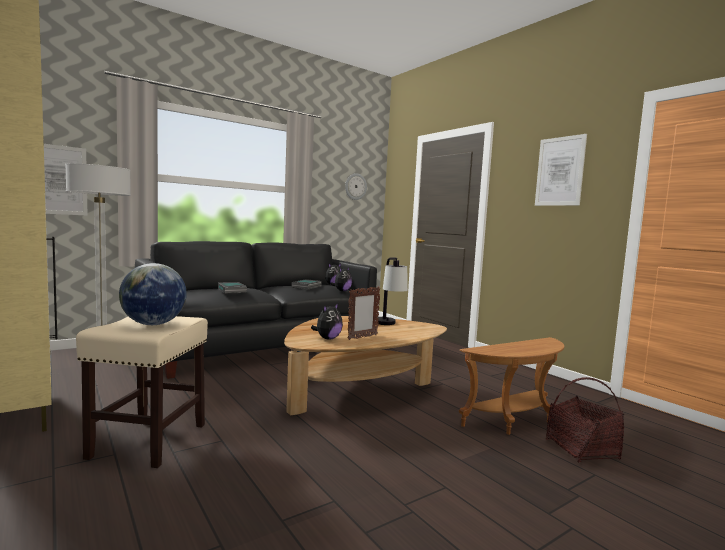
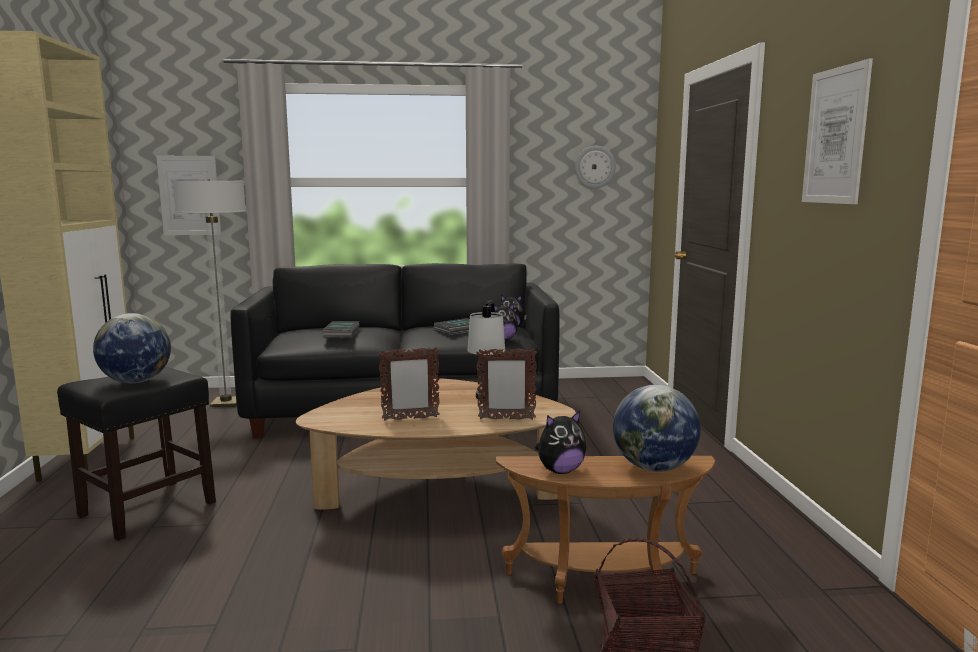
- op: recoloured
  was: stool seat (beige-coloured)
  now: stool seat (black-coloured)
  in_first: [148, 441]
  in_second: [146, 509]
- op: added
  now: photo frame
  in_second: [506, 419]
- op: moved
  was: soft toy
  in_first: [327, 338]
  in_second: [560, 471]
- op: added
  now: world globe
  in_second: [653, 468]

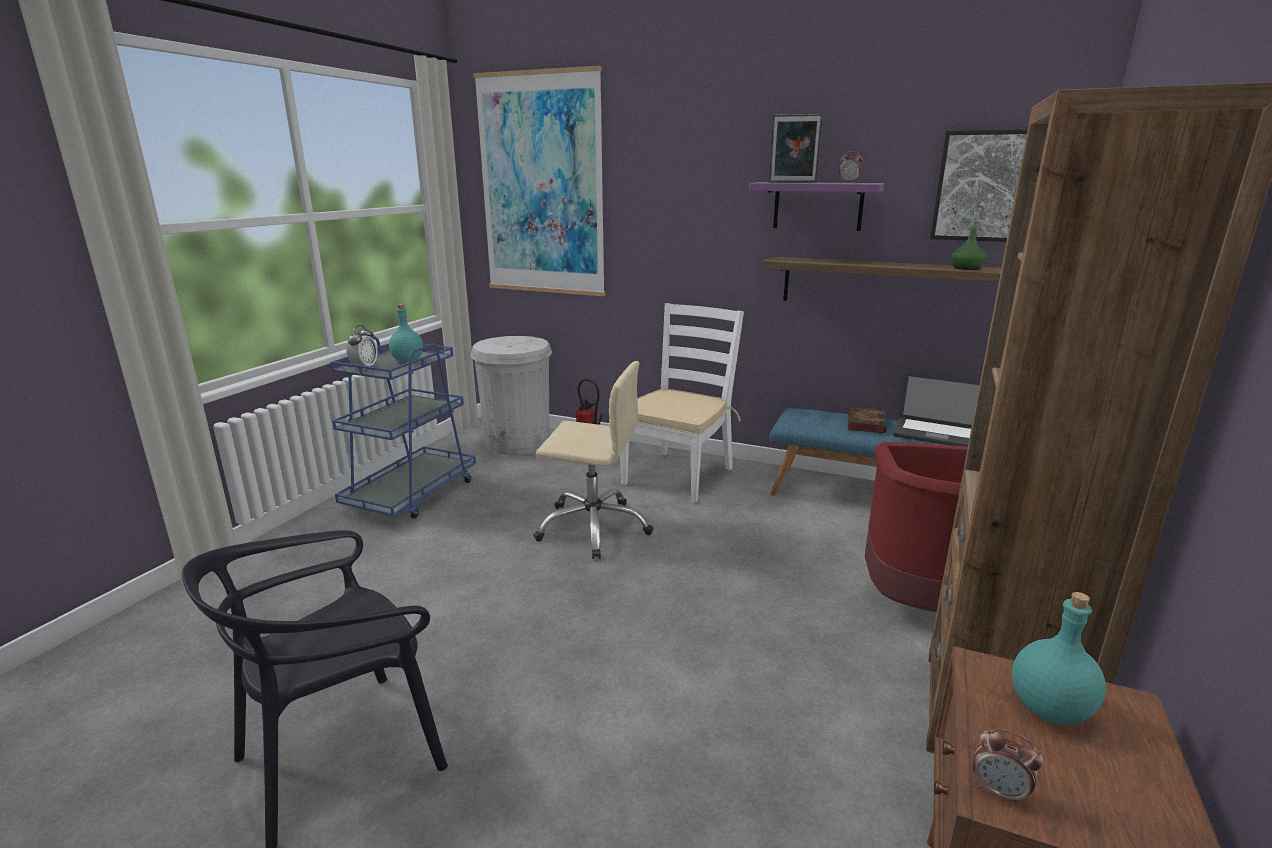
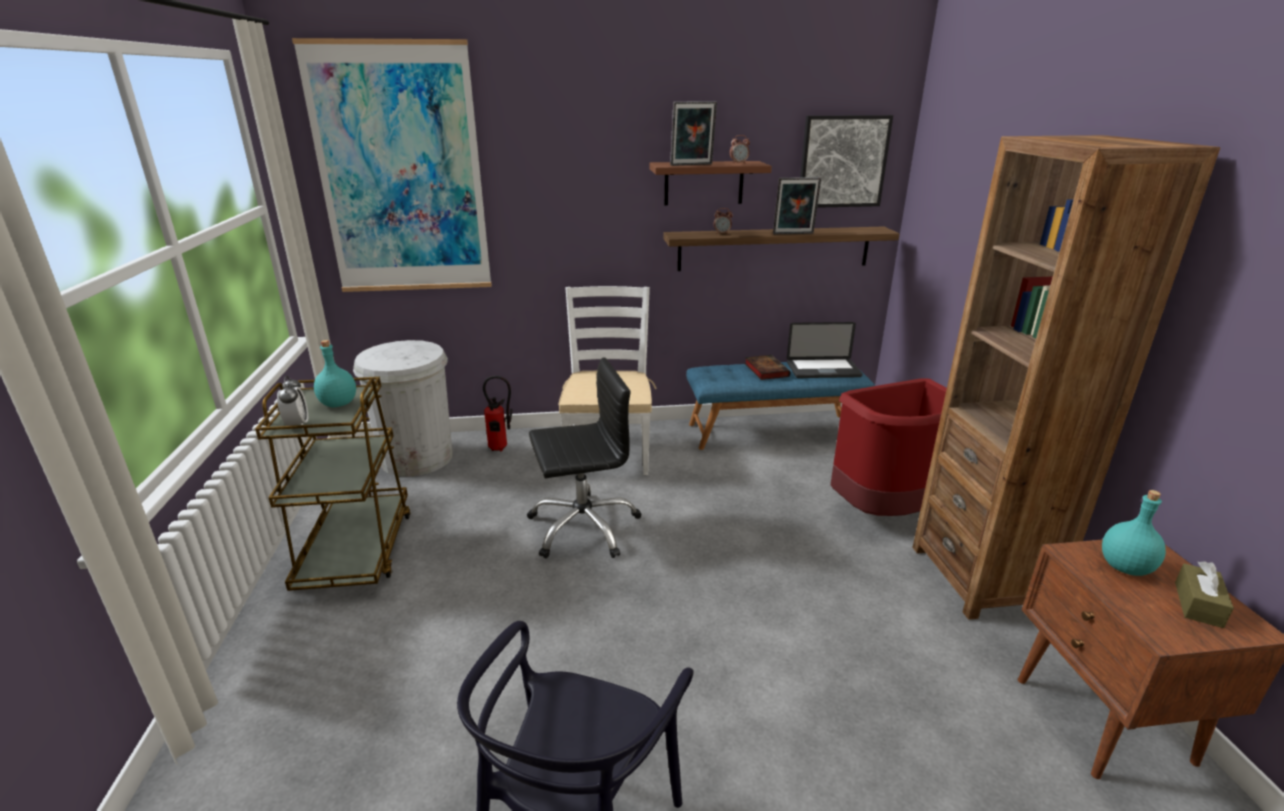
- op: recoloured
  was: cart (blue)
  now: cart (brown-coloured)
  in_first: [412, 494]
  in_second: [357, 551]
- op: recoloured
  was: desk chair (beige-coloured)
  now: desk chair (black-coloured)
  in_first: [593, 527]
  in_second: [583, 526]
- op: recoloured
  was: bracket shelf (purple)
  now: bracket shelf (brown-coloured)
  in_first: [818, 206]
  in_second: [703, 183]
- op: moved
  was: table clock
  in_first: [999, 792]
  in_second: [722, 234]
- op: added
  now: photo frame
  in_second: [793, 234]
- op: added
  now: tissue box (brown-coloured)
  in_second: [1198, 604]
- op: removed
  was: beverage bottle (green)
  in_first: [966, 268]

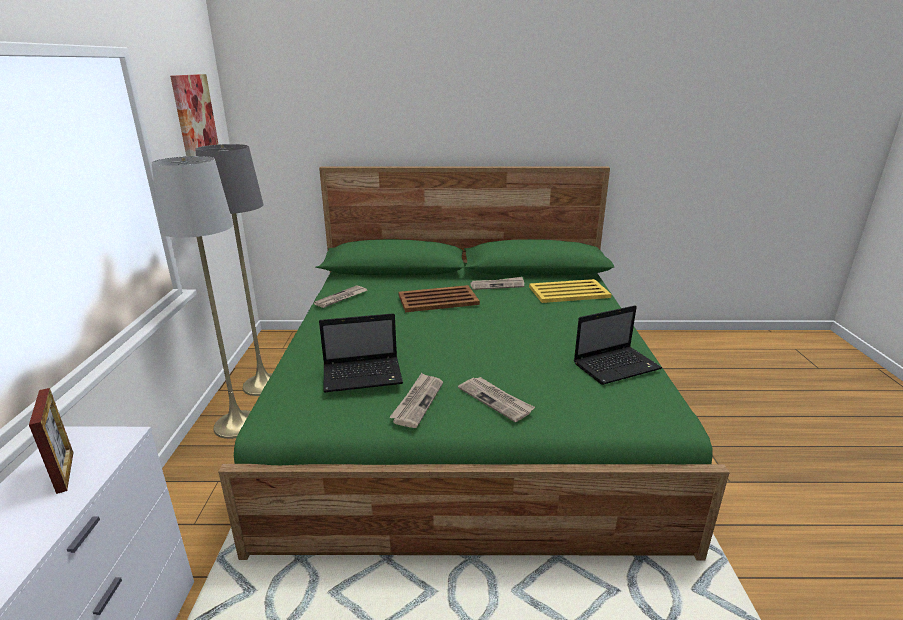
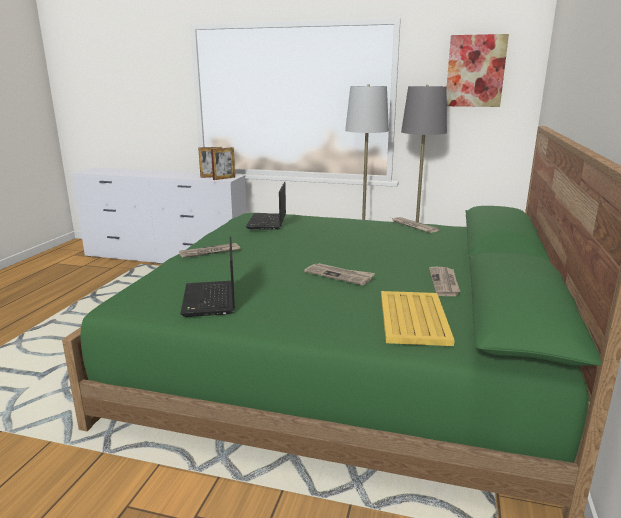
- op: added
  now: photo frame
  in_second: [224, 178]
- op: moved
  was: newspaper
  in_first: [417, 401]
  in_second: [339, 275]
- op: removed
  was: tray (brown-coloured)
  in_first: [437, 300]

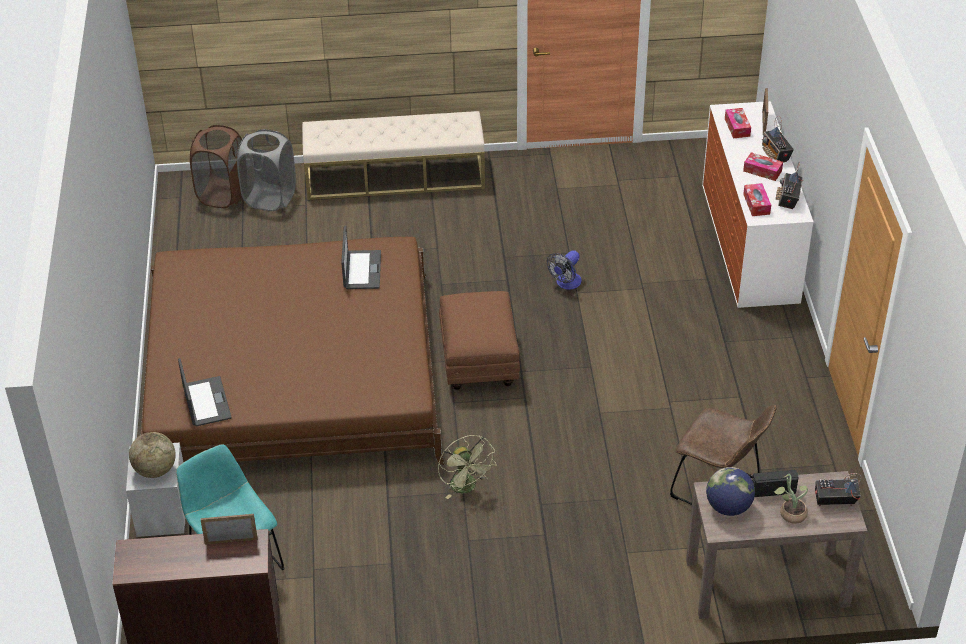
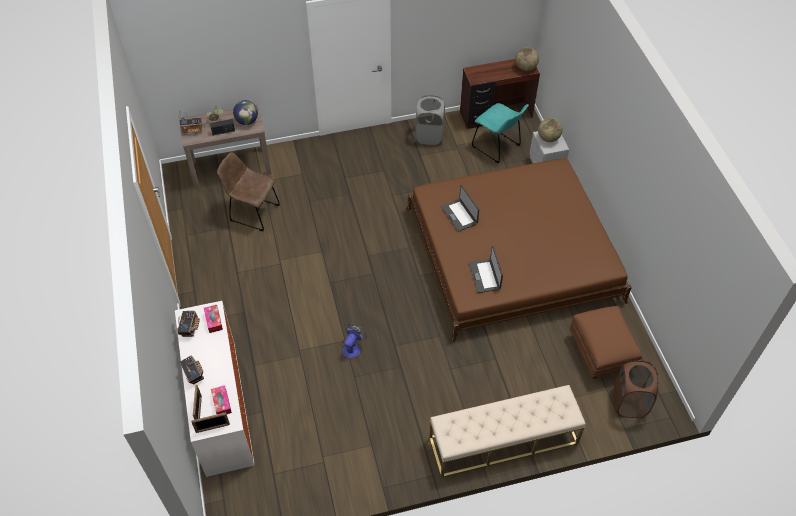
- op: moved
  was: photo frame
  in_first: [231, 541]
  in_second: [212, 428]
- op: moved
  was: laundry basket (grey)
  in_first: [269, 198]
  in_second: [429, 136]
- op: moved
  was: portable computer
  in_first: [206, 402]
  in_second: [459, 215]
- op: added
  now: world globe
  in_second: [525, 68]
- op: moved
  was: pouffe (brown-coloured)
  in_first: [479, 361]
  in_second: [601, 354]
- op: removed
  was: cooling fan (green)
  in_first: [467, 488]
- op: removed
  was: tissue box
  in_first: [762, 171]

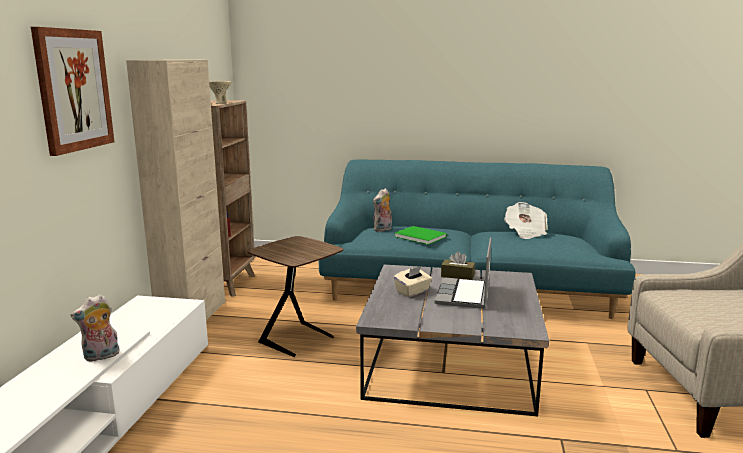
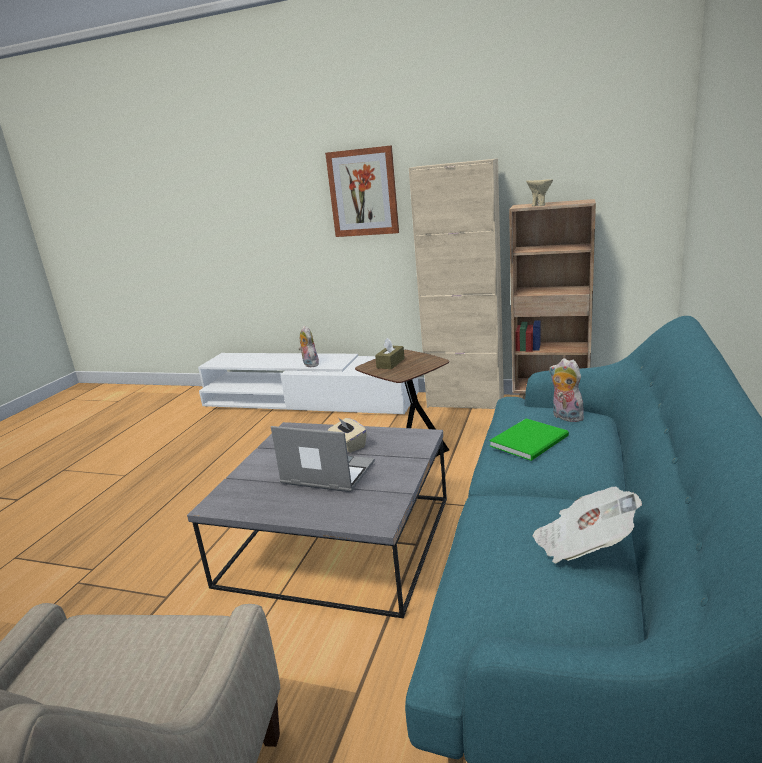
- op: moved
  was: tissue box (brown-coloured)
  in_first: [457, 276]
  in_second: [390, 363]

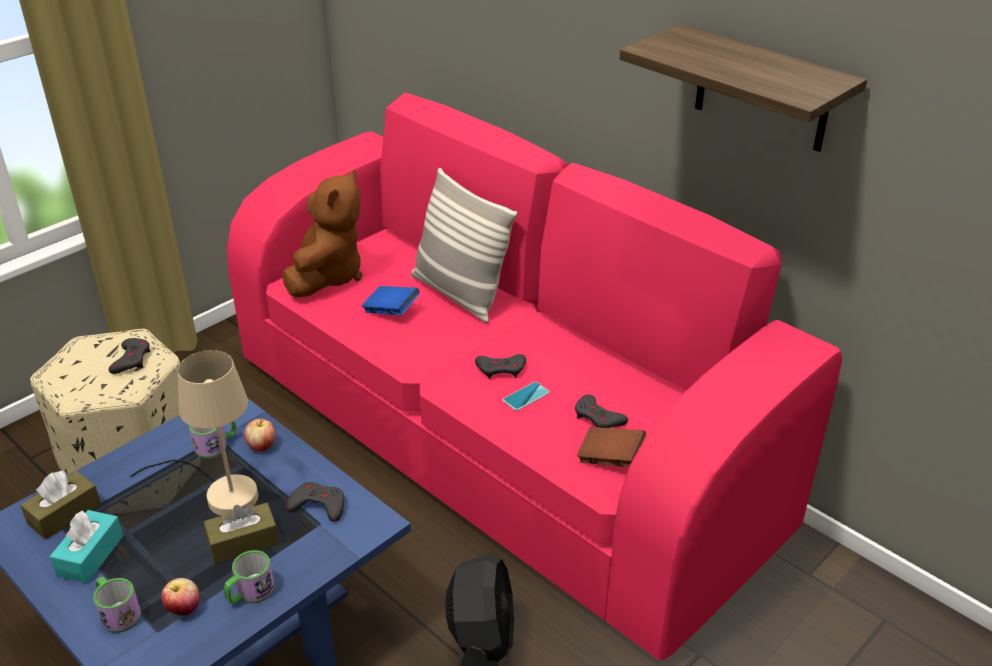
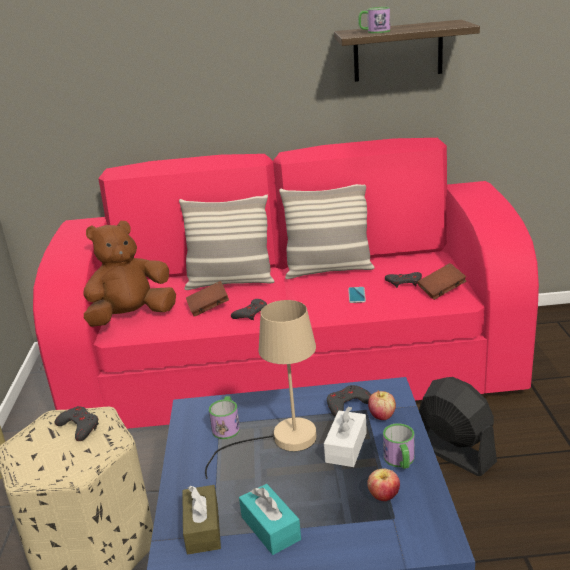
- op: turned
  was: soft toy (brown-coloured)
  in_first: [327, 276]
  in_second: [131, 317]
  clockwise: -90
- op: recoloured
  was: book (blue)
  now: book (brown-coloured)
  in_first: [391, 311]
  in_second: [208, 308]
- op: moved
  was: joypad (grey)
  in_first: [501, 369]
  in_second: [251, 313]
- op: added
  now: cushion
  in_second: [328, 270]
- op: recoloured
  was: tissue box (brown-coloured)
  now: tissue box (white)
  in_first: [243, 542]
  in_second: [346, 447]
- op: moved
  was: mug
  in_first: [117, 613]
  in_second: [374, 32]
- op: moved
  was: apple
  in_first: [262, 446]
  in_second: [382, 416]

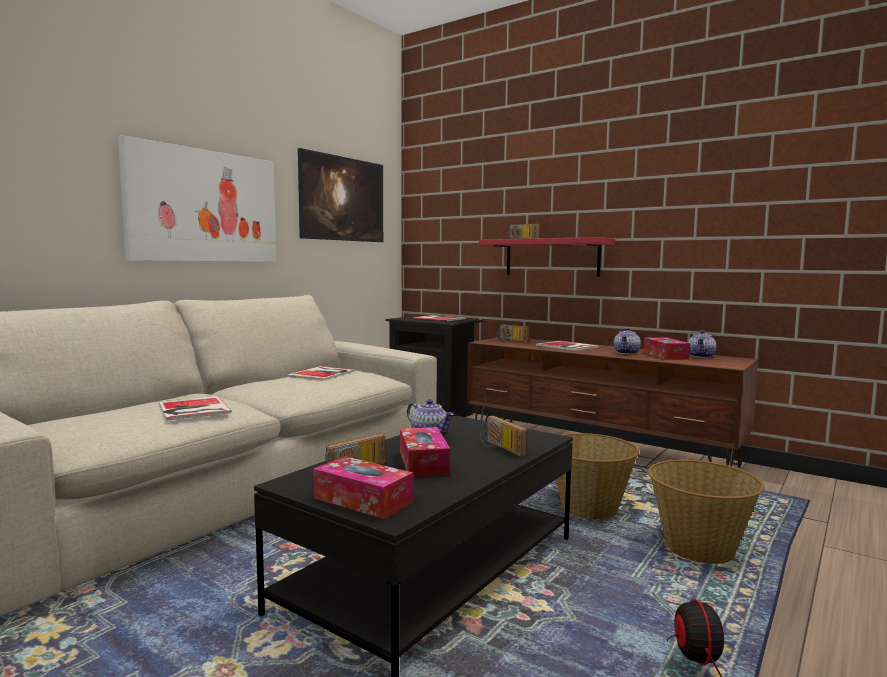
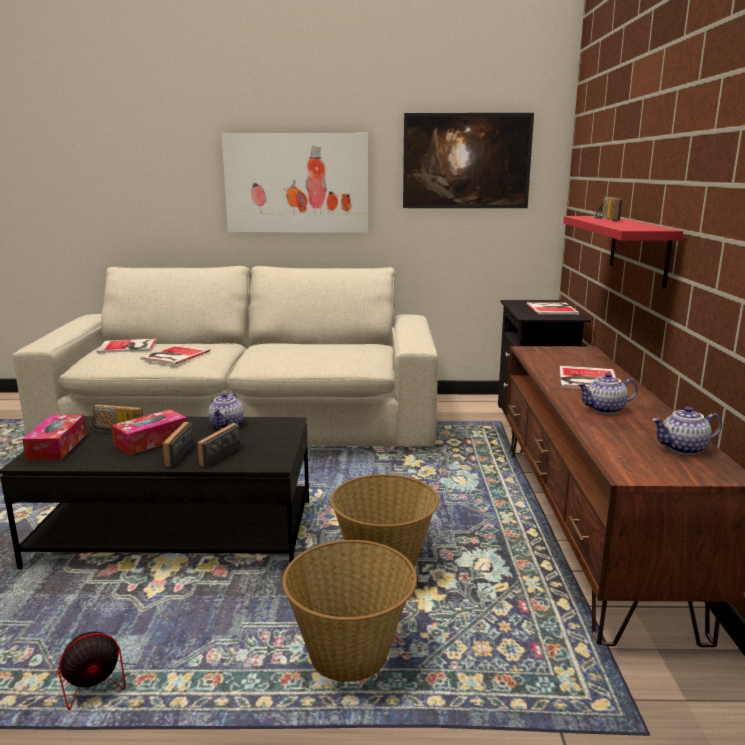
- op: moved
  was: book
  in_first: [323, 373]
  in_second: [129, 346]
- op: moved
  was: radio receiver
  in_first: [511, 340]
  in_second: [175, 454]
- op: removed
  was: tissue box
  in_first: [665, 356]

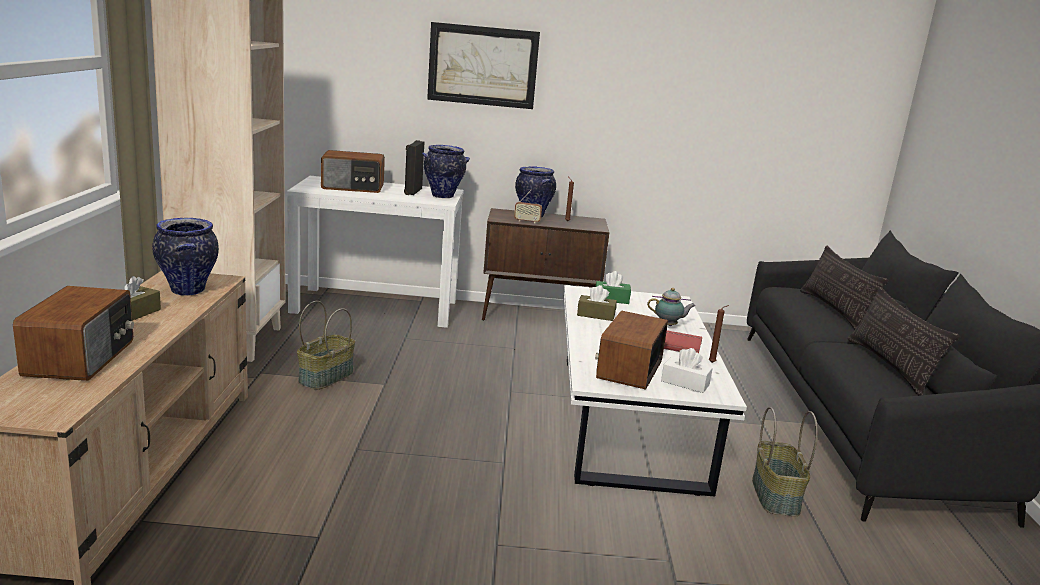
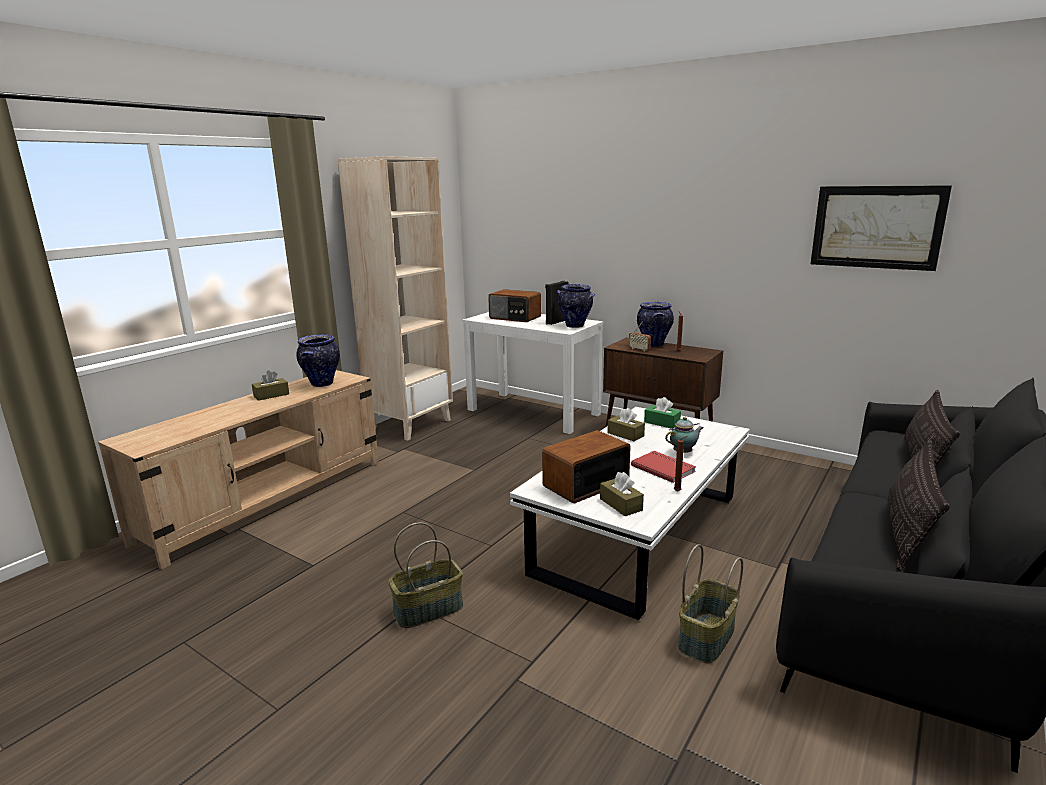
- op: moved
  was: storage basket
  in_first: [325, 377]
  in_second: [428, 609]
- op: recoloured
  was: tissue box (white)
  now: tissue box (brown-coloured)
  in_first: [685, 383]
  in_second: [621, 504]
- op: turned
  was: teapot
  in_first: [668, 326]
  in_second: [683, 452]
  clockwise: -60
- op: moved
  was: wall art
  in_first: [483, 66]
  in_second: [876, 227]
- op: removed
  was: radio receiver
  in_first: [82, 358]

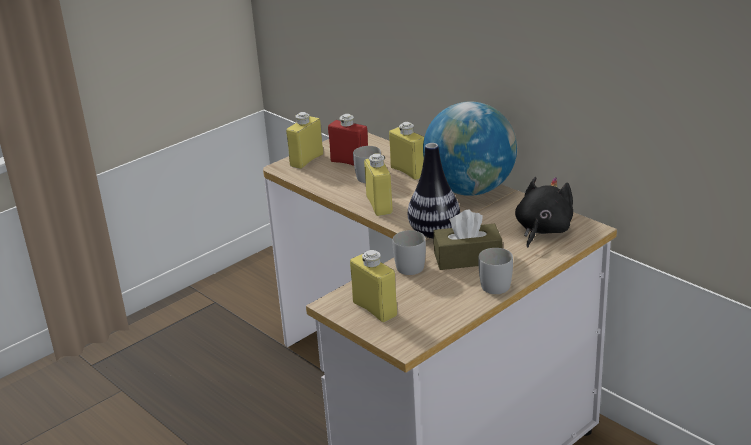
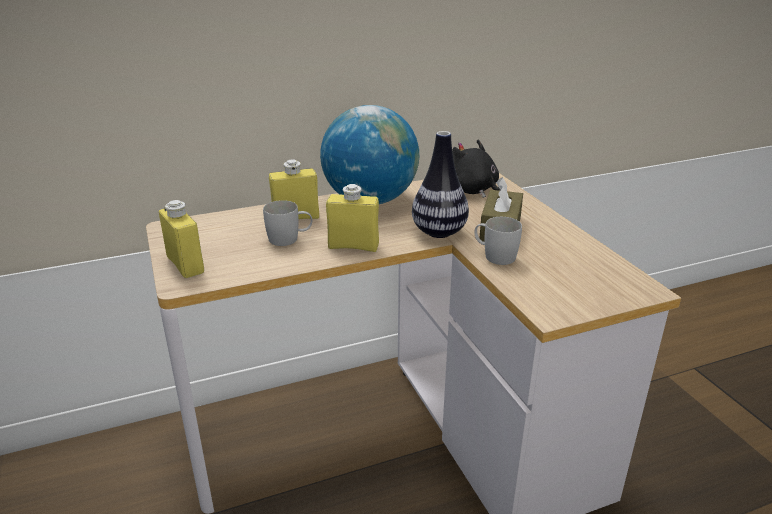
- op: removed
  was: beverage bottle (red-coloured)
  in_first: [350, 162]
- op: removed
  was: beverage bottle (yellowish)
  in_first: [375, 309]
- op: removed
  was: mug (white)
  in_first: [493, 283]

